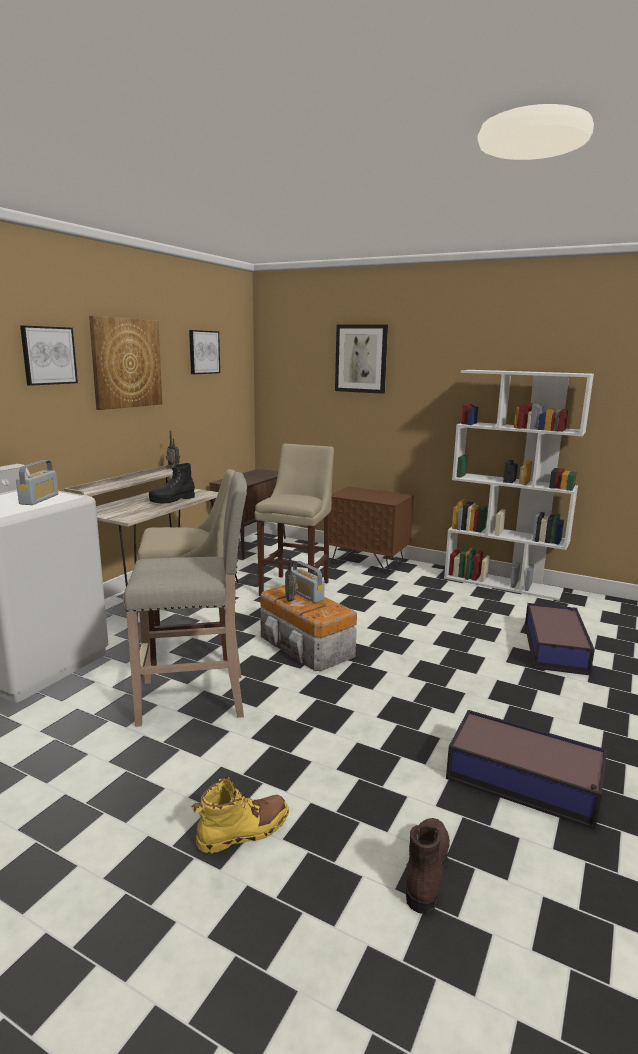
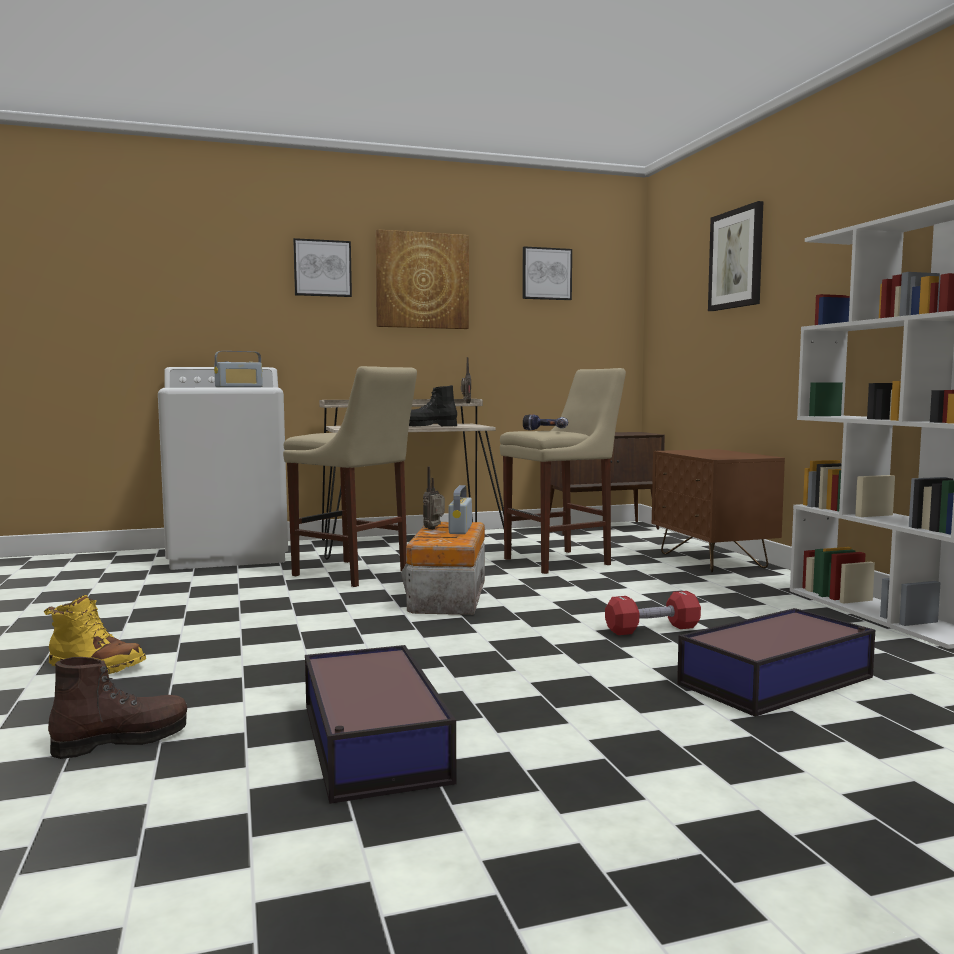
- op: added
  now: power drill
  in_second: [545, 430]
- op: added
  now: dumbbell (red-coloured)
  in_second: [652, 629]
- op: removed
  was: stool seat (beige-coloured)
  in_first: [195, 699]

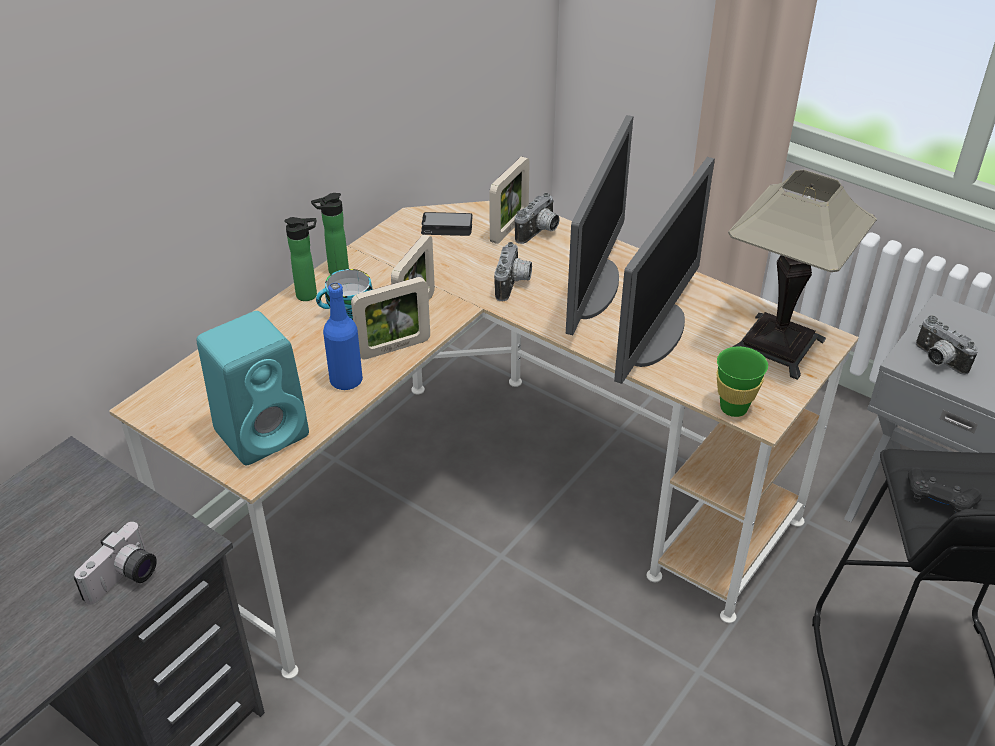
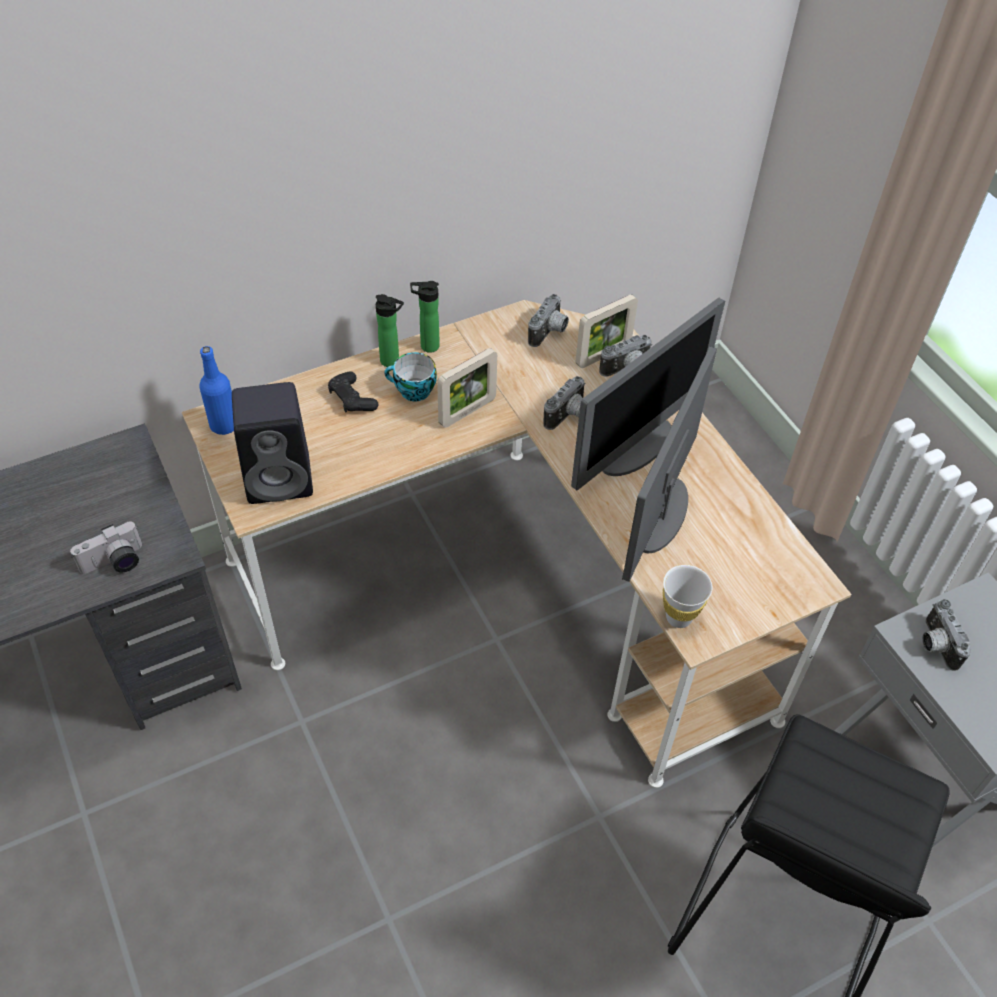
- op: moved
  was: beverage bottle (blue)
  in_first: [346, 380]
  in_second: [224, 425]
- op: recoloured
  was: speaker (blue-green)
  now: speaker (black-coloured)
  in_first: [264, 431]
  in_second: [281, 478]
- op: moved
  was: joypad (black-coloured)
  in_first: [938, 499]
  in_second: [352, 399]
- op: replaced
  was: telephone
  now: still camera
  in_first: [447, 226]
  in_second: [549, 333]
- op: turned
  was: computer screen
  in_first: [655, 335]
  in_second: [660, 516]
  clockwise: 150
- op: recoloured
  was: drinking cup (green)
  now: drinking cup (white)
  in_first: [733, 408]
  in_second: [679, 617]
- op: removed
  was: photo frame
  in_first: [394, 348]
- op: removed
  was: lamp for a table
  in_first: [776, 346]

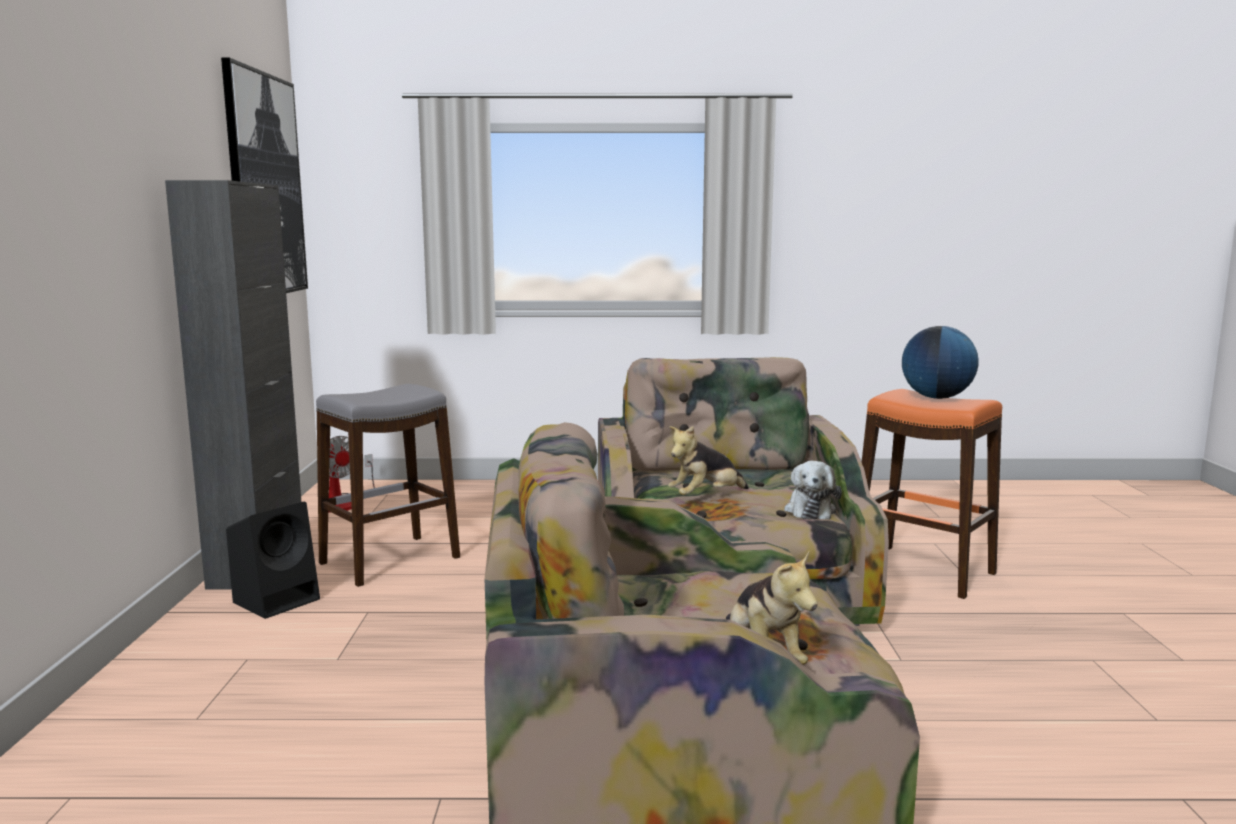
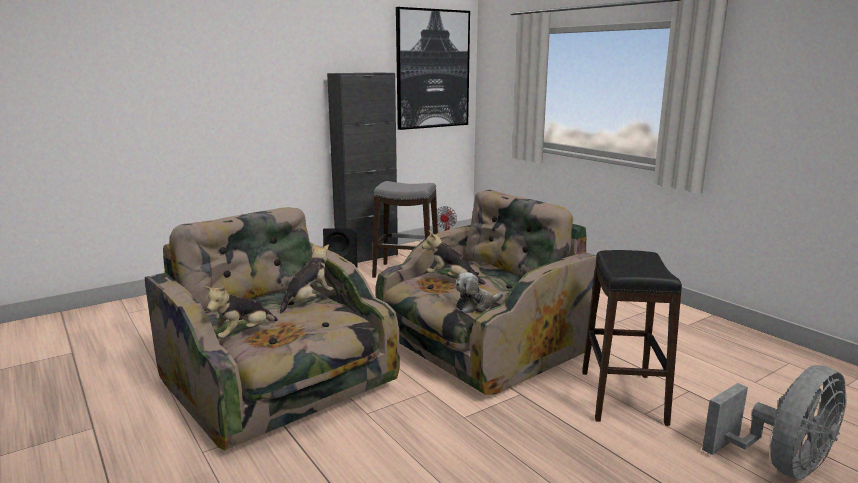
- op: added
  now: soft toy
  in_second: [308, 301]
- op: recoloured
  was: stool seat (orangey)
  now: stool seat (black-coloured)
  in_first: [923, 571]
  in_second: [623, 397]
- op: added
  now: cooling fan (grey)
  in_second: [780, 464]
- op: removed
  was: world globe
  in_first: [936, 398]

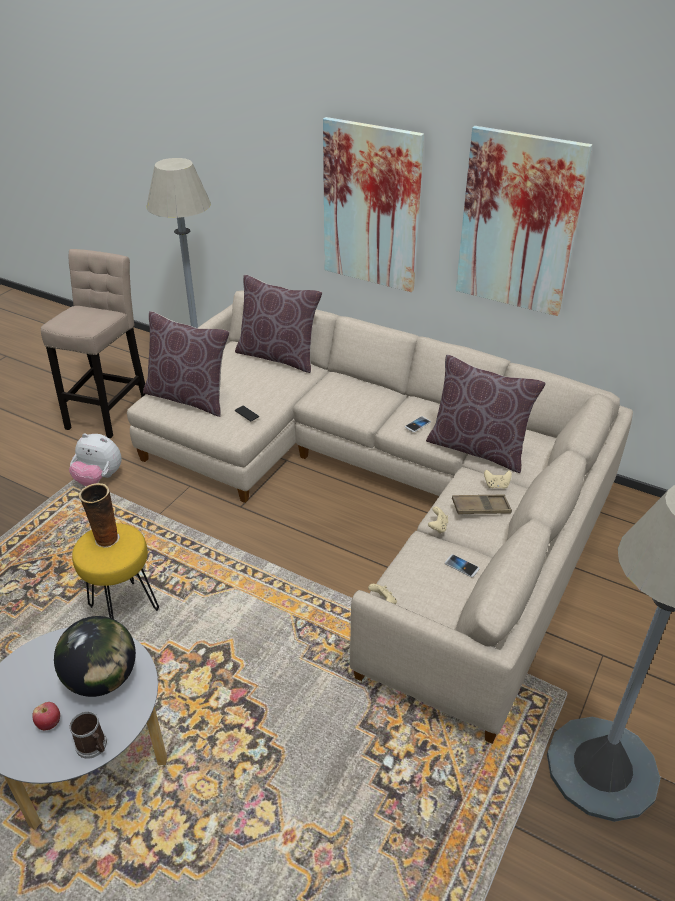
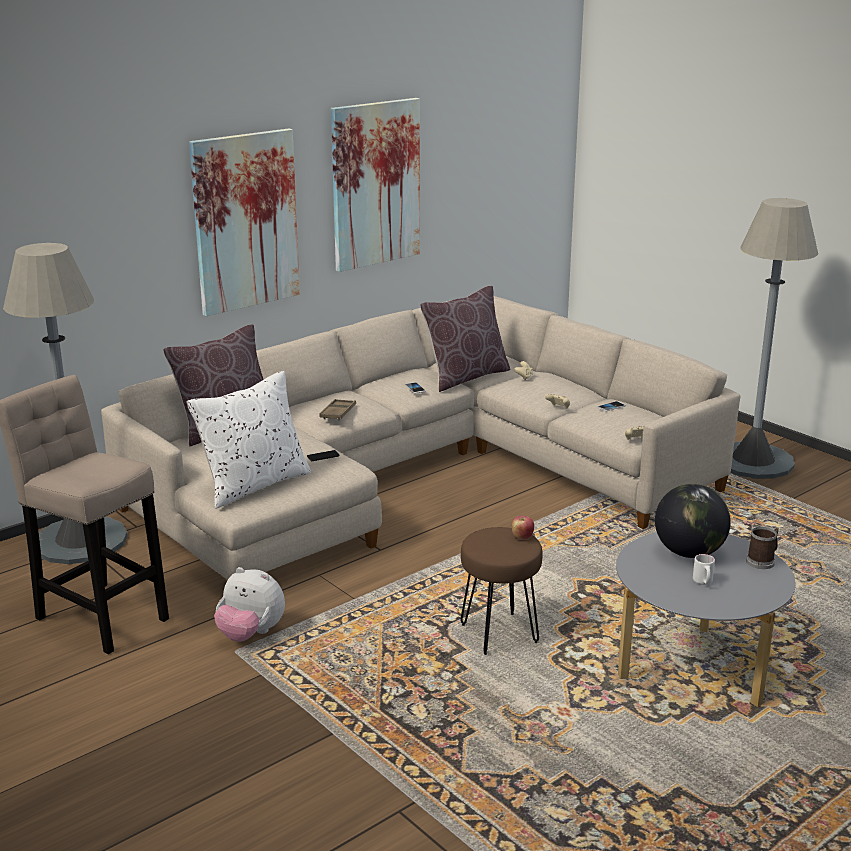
- op: recoloured
  was: cushion (brown-coloured)
  now: cushion (white)
  in_first: [189, 397]
  in_second: [254, 484]
- op: turned
  was: soft toy
  in_first: [99, 478]
  in_second: [251, 634]
  clockwise: 75
- op: moved
  was: tray (brown-coloured)
  in_first: [480, 508]
  in_second: [338, 413]
- op: recoloured
  was: stool seat (yellowish)
  now: stool seat (brown-coloured)
  in_first: [124, 608]
  in_second: [498, 634]
- op: moved
  was: apple
  in_first: [49, 723]
  in_second: [522, 537]
- op: added
  now: mug (white)
  in_second: [703, 582]
- op: removed
  was: flower vase
  in_first: [105, 539]

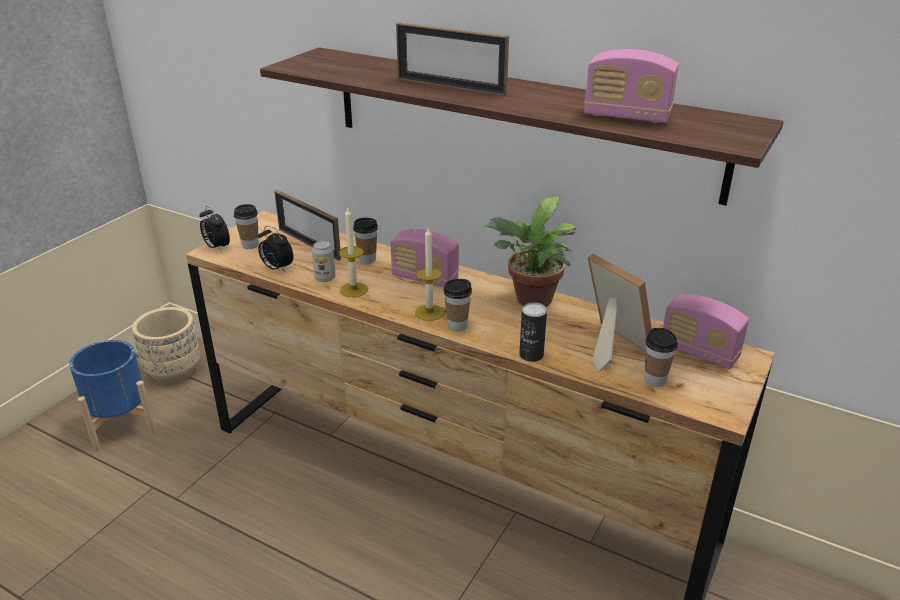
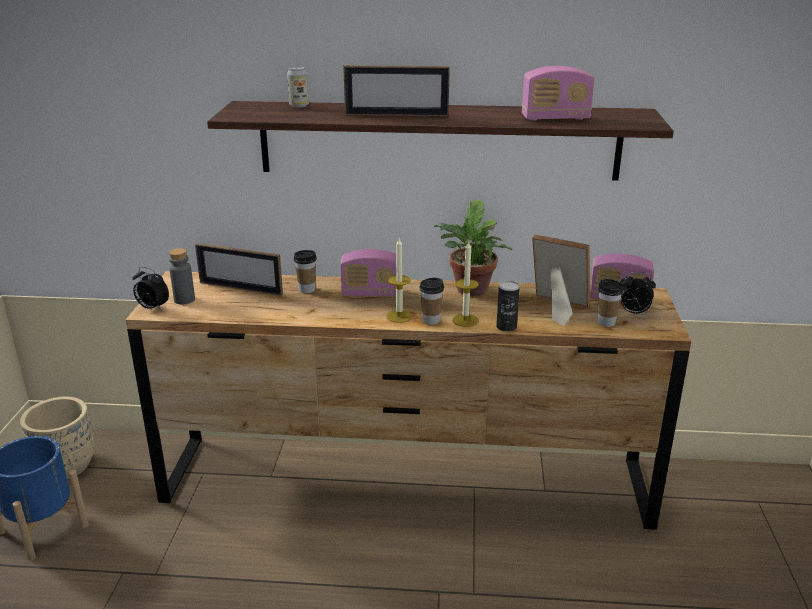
- op: replaced
  was: drinking cup
  now: beverage bottle (grey)
  in_first: [250, 245]
  in_second: [184, 300]
- op: moved
  was: metal can
  in_first: [325, 278]
  in_second: [299, 105]
- op: moved
  was: wax light
  in_first: [354, 290]
  in_second: [465, 320]
- op: moved
  was: table clock
  in_first: [277, 268]
  in_second: [633, 313]

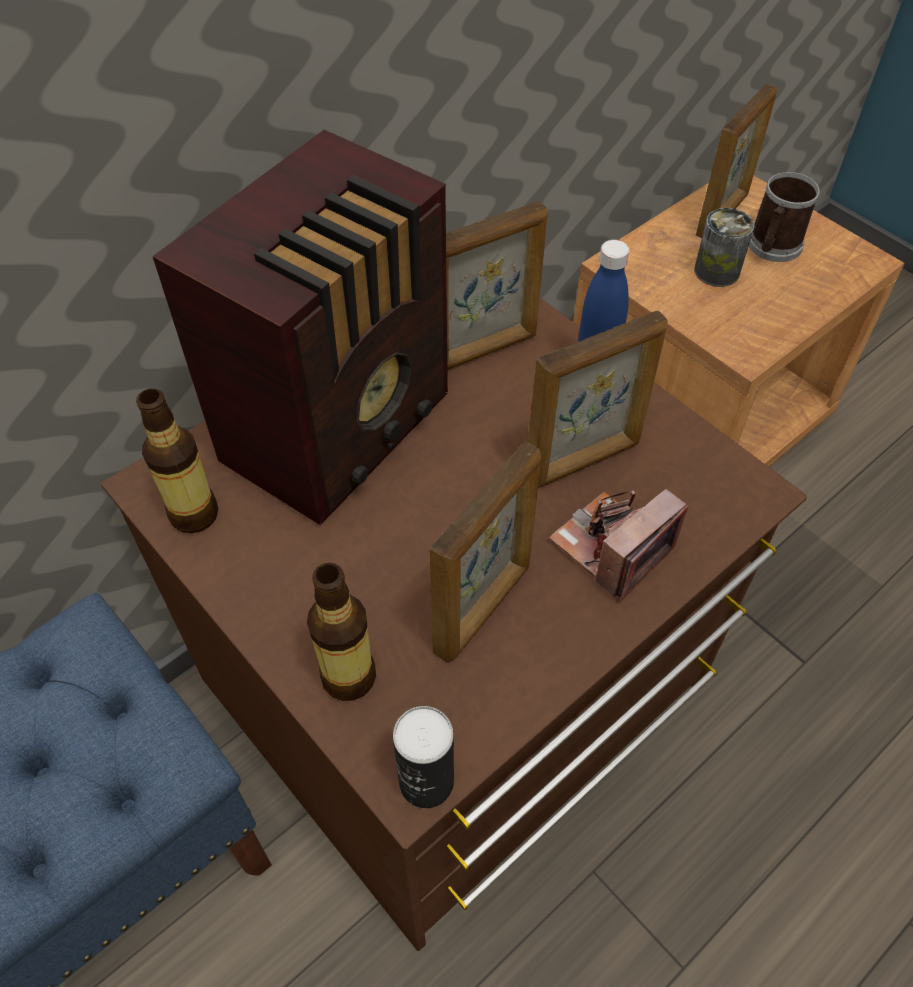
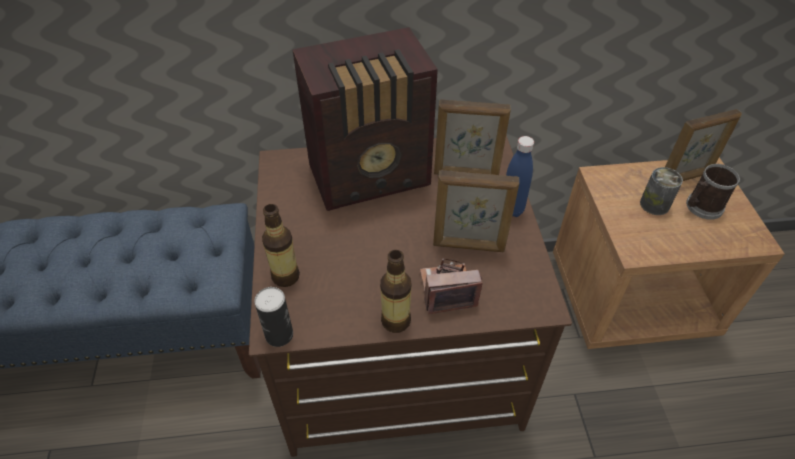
- op: moved
  was: beverage bottle
  in_first: [194, 514]
  in_second: [395, 321]
- op: removed
  was: photo frame
  in_first: [484, 608]

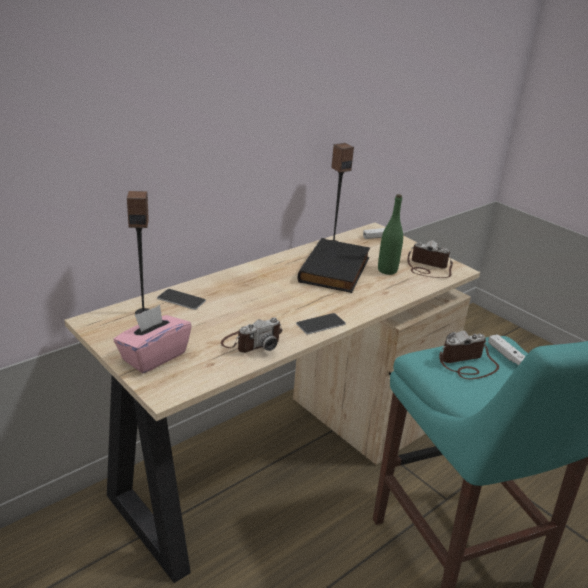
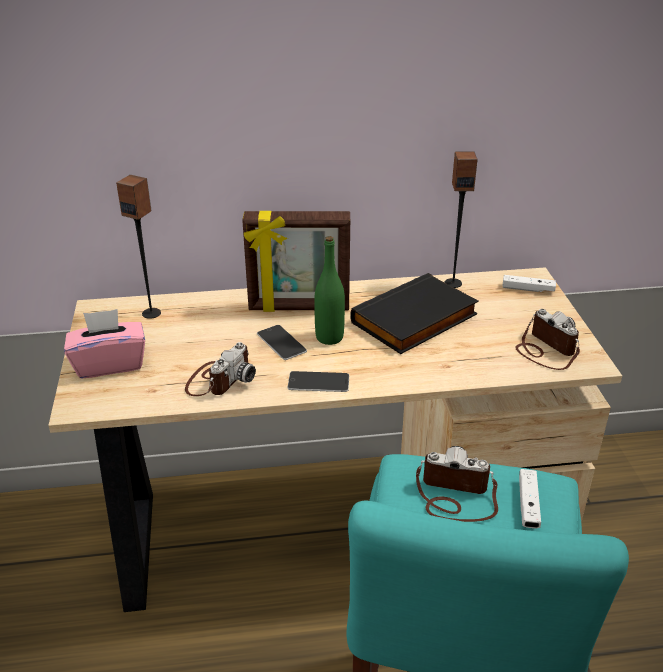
- op: turned
  was: still camera
  in_first: [251, 342]
  in_second: [219, 379]
  clockwise: -60
- op: added
  now: photo frame
  in_second: [299, 308]
- op: moved
  was: telephone
  in_first: [181, 299]
  in_second: [281, 342]
- op: moved
  was: beverage bottle (green)
  in_first: [387, 270]
  in_second: [329, 337]

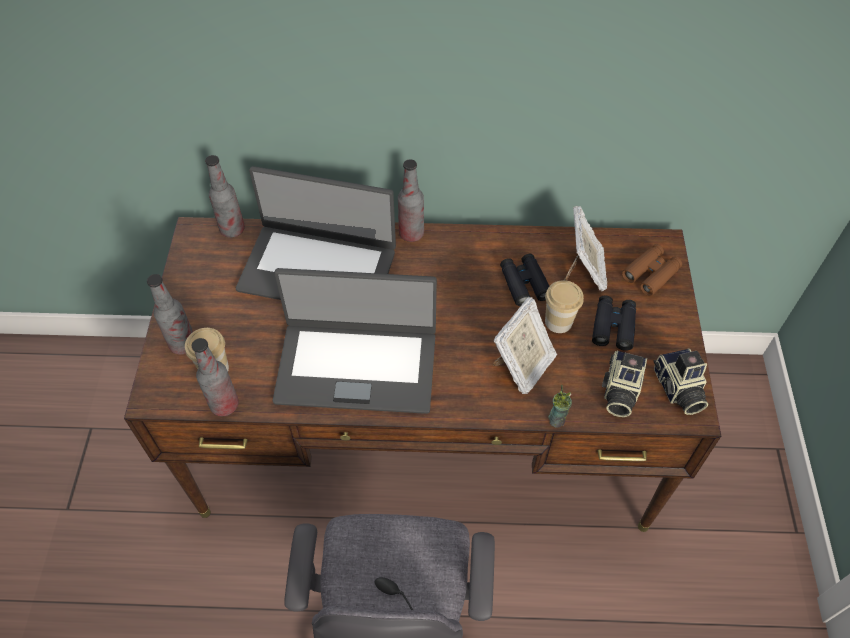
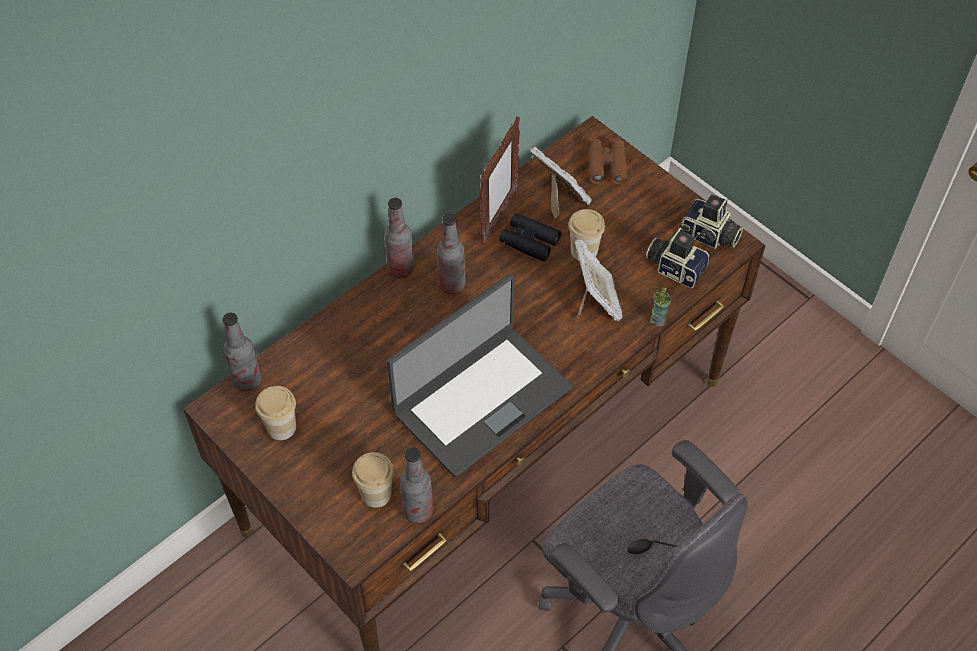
- op: added
  now: drinking cup
  in_second: [281, 427]
- op: moved
  was: beverage bottle
  in_first: [183, 344]
  in_second: [451, 284]
- op: added
  now: photo frame
  in_second: [498, 217]
- op: turned
  was: still camera
  in_first: [619, 391]
  in_second: [675, 267]
  clockwise: 150
- op: removed
  was: portable computer
  in_first: [318, 268]
- op: removed
  was: pair of binoculars (black-coloured)
  in_first: [613, 326]

